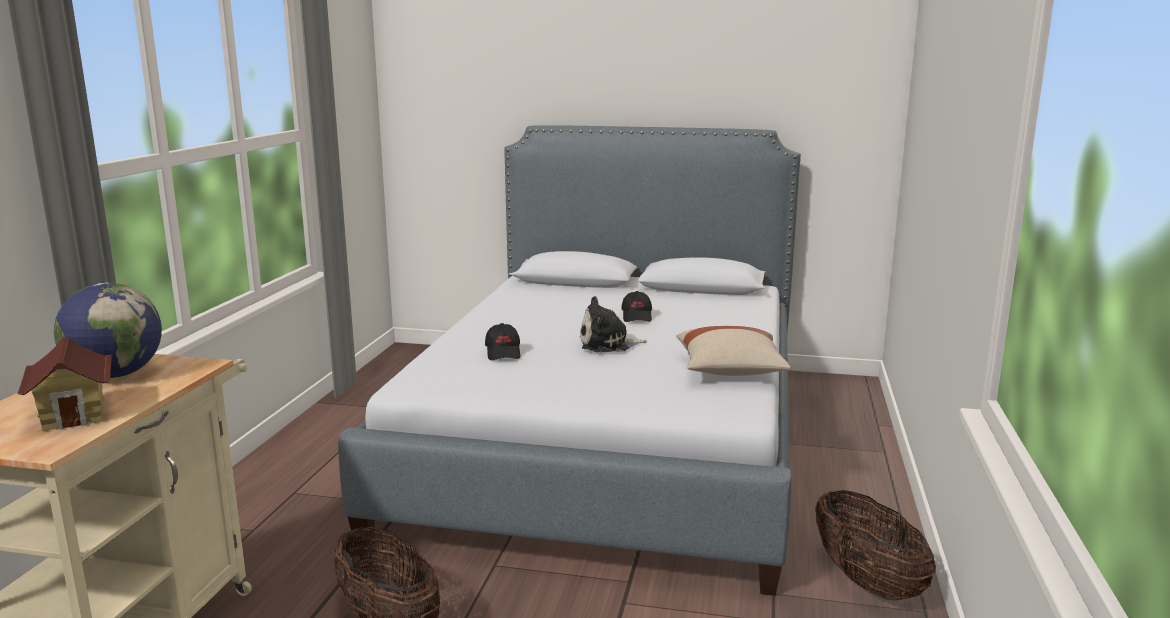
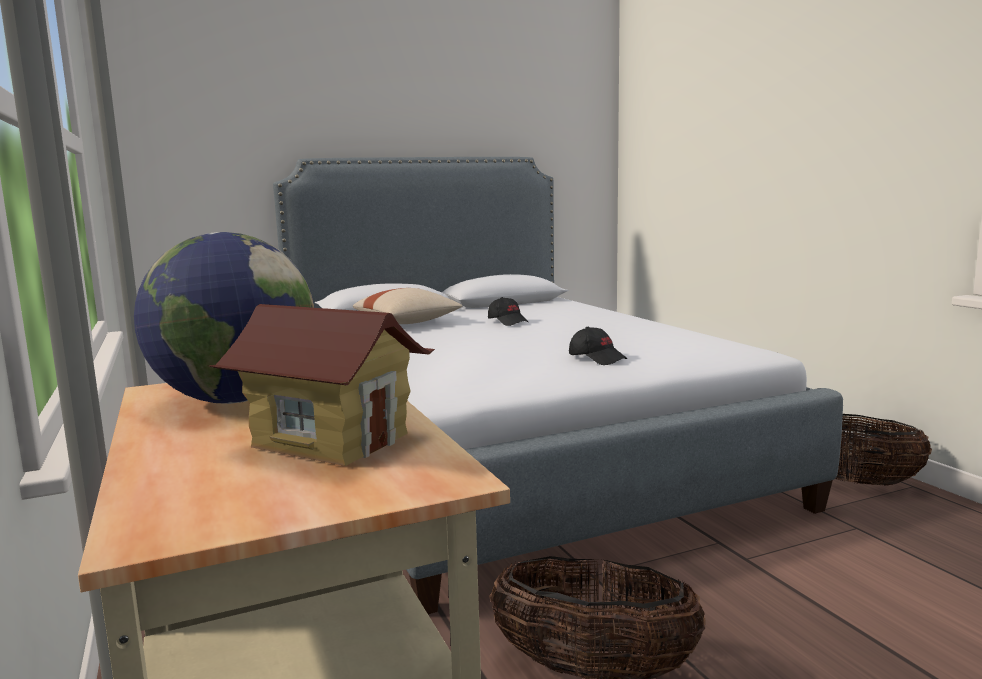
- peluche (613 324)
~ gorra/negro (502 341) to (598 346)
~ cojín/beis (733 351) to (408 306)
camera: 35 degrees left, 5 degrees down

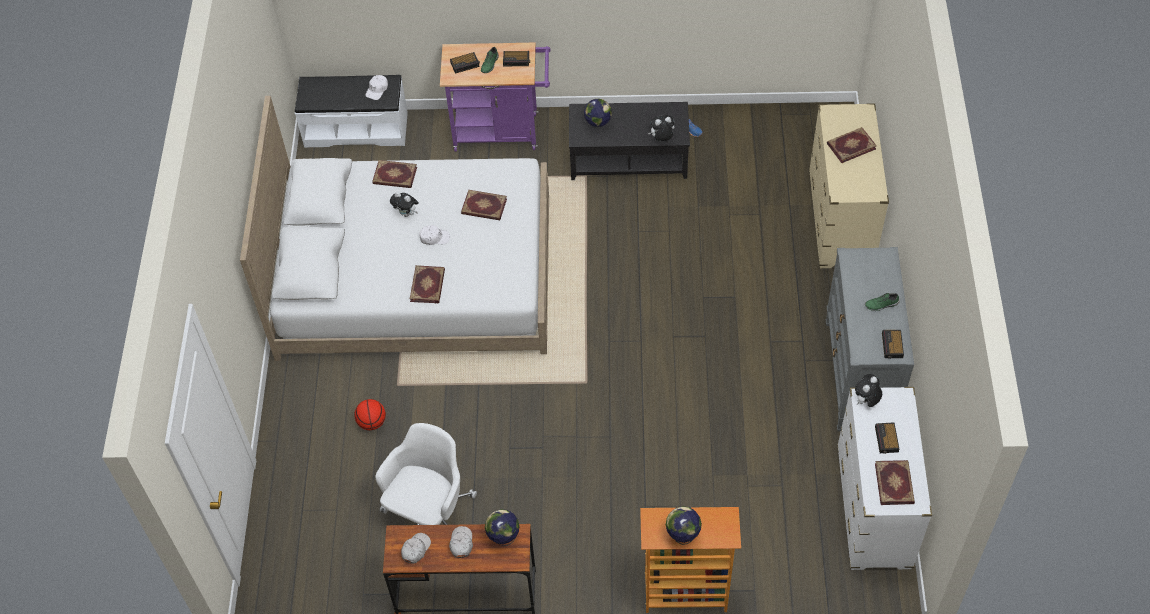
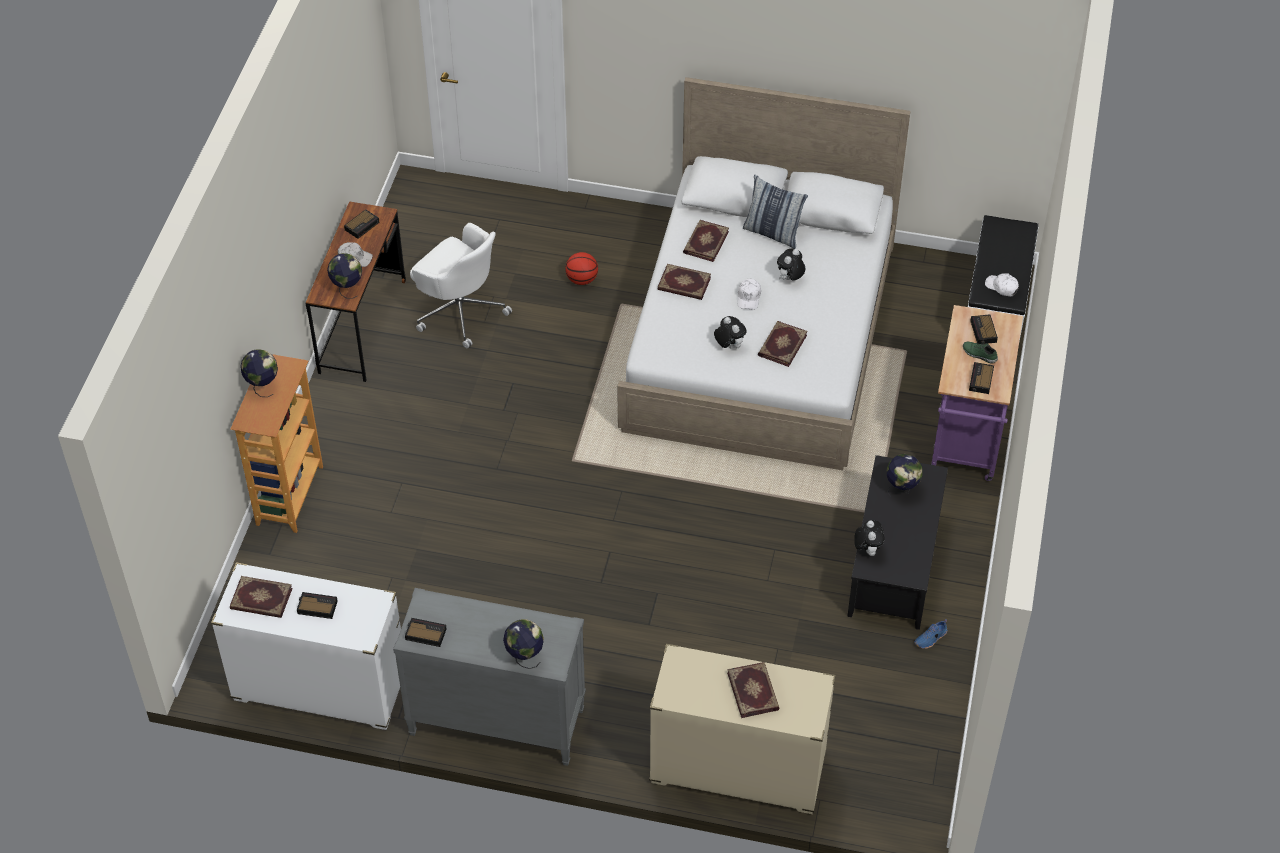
- zapato/verde (882 302)
+ globo terráqueo (523 644)
+ cojín (775 211)
~ libro (394 174) to (706 241)
~ peluche (868 390) to (730 332)
~ gorra/blanco (416 548) to despertador (362 224)
camera: 100 degrees right, 5 degrees down

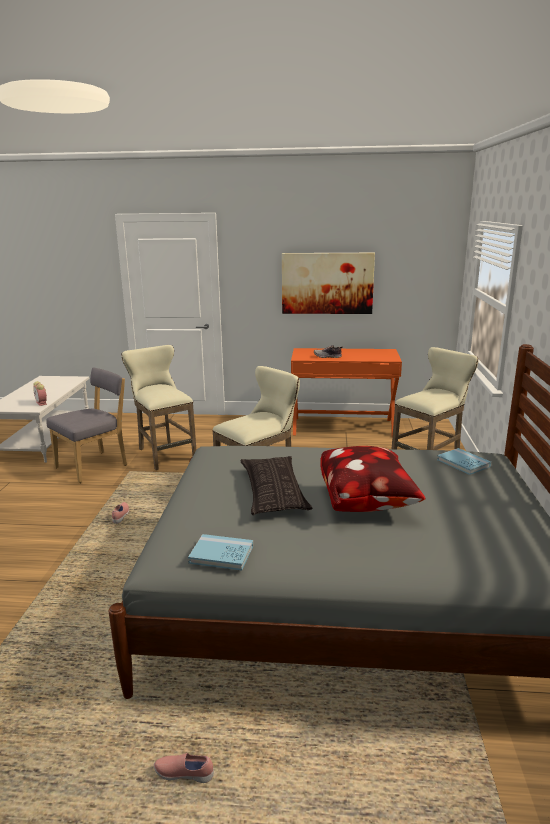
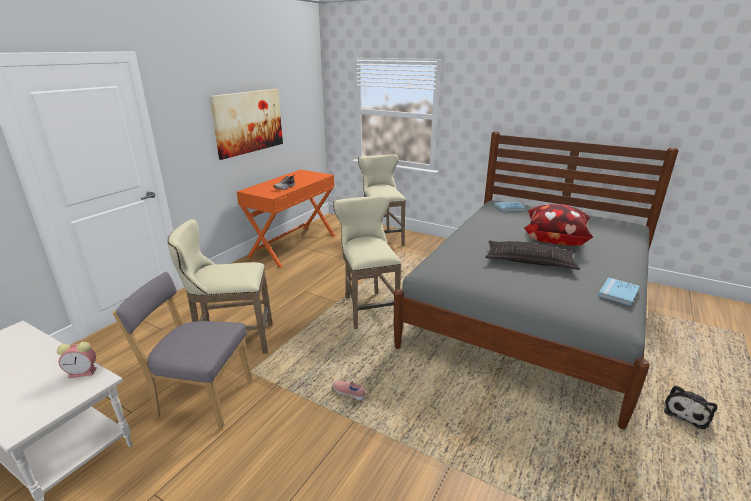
~ zapato/rosa (184 768) to peluche (690 407)
~ silla/gris (86 425) = (182 350) 60 degrees counterclockwise
camera: 65 degrees left, 5 degrees up

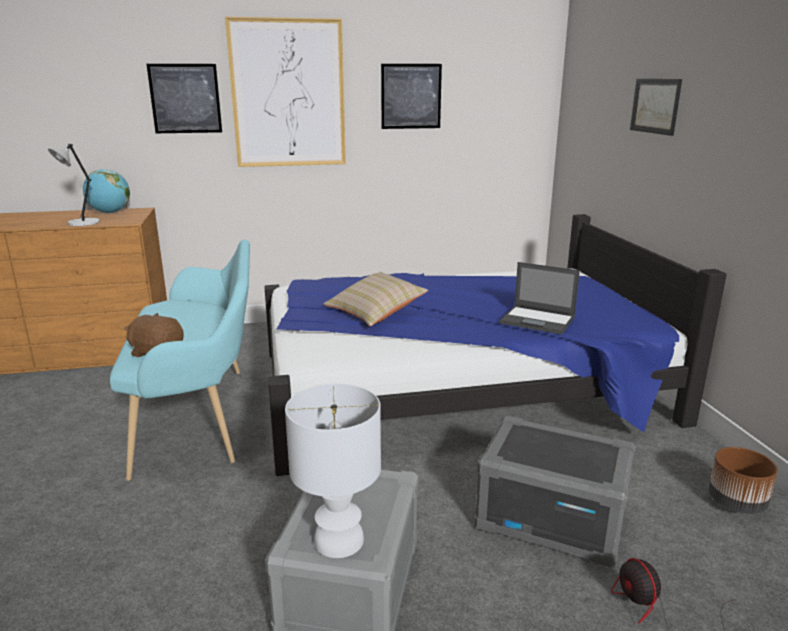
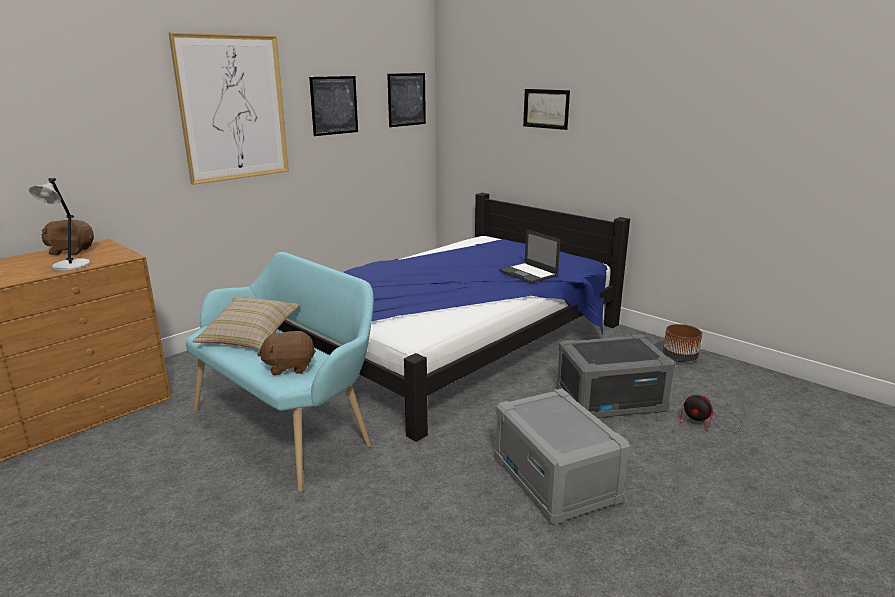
- lámpara de mesa/blanco (333 471)
~ cuadro (184 98) to (406 100)
~ cojín/beis (375 299) to (245 323)
~ globo terráqueo (106 191) to peluche/marrón (67 237)
~ portátil (539 298) = (529 256) 60 degrees clockwise
camera: 35 degrees left, 0 degrees up

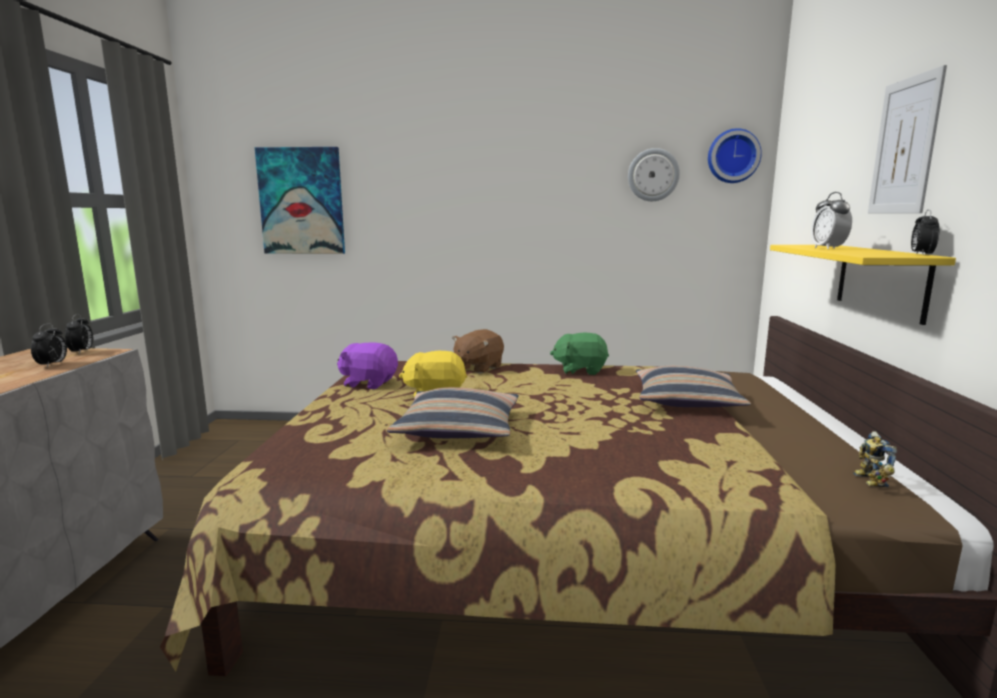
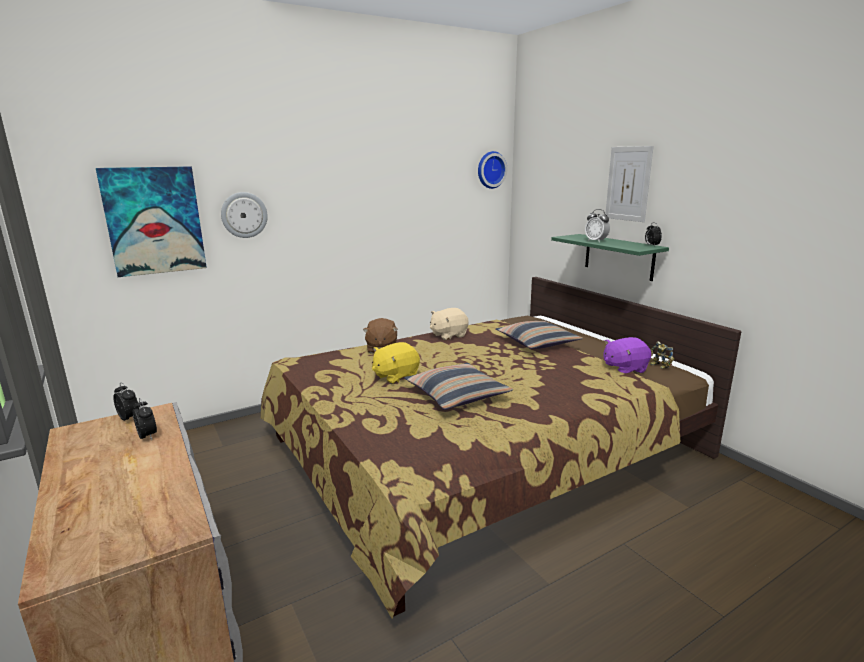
~ peluche/morado (367 365) to (627 355)
~ reloj de pared (654 174) to (244 215)
~ peluche/verde (579 354) to peluche/beis (449 324)
~ estante/amarillo (863 285) to estante/verde (610 257)
camera: 35 degrees left, 5 degrees up

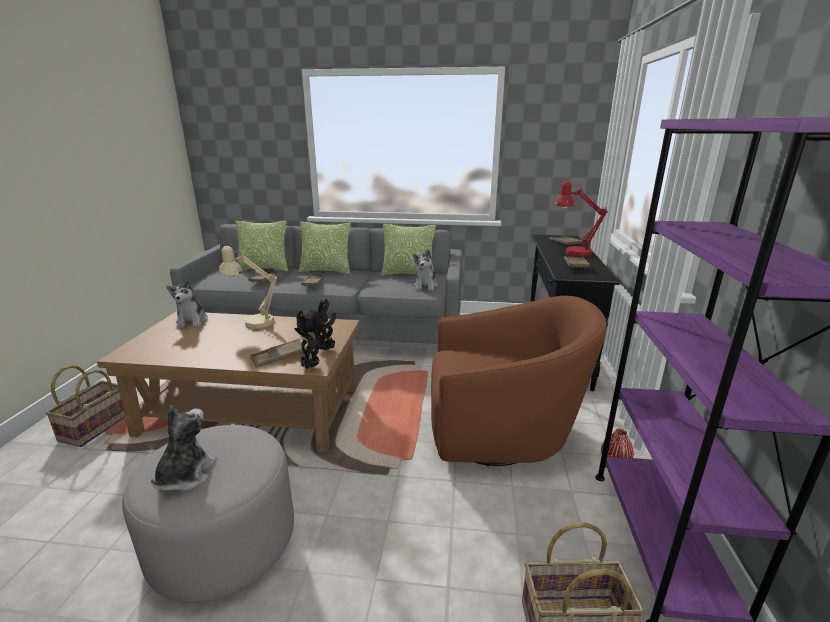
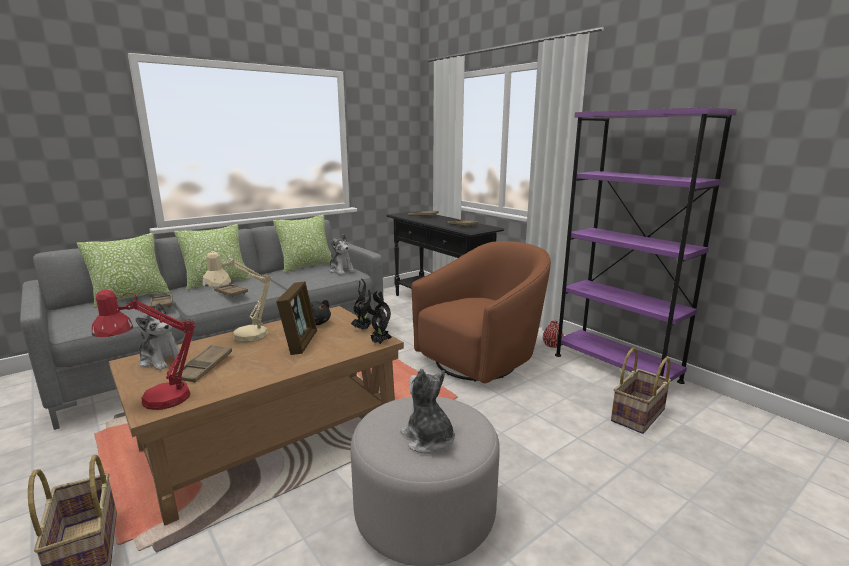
+ portarretratos (296 318)
~ bandeja/marrón (278 353) to (204 363)
~ lámpara de mesa/rojo (581 219) to (144 350)
camera: 45 degrees left, 5 degrees down

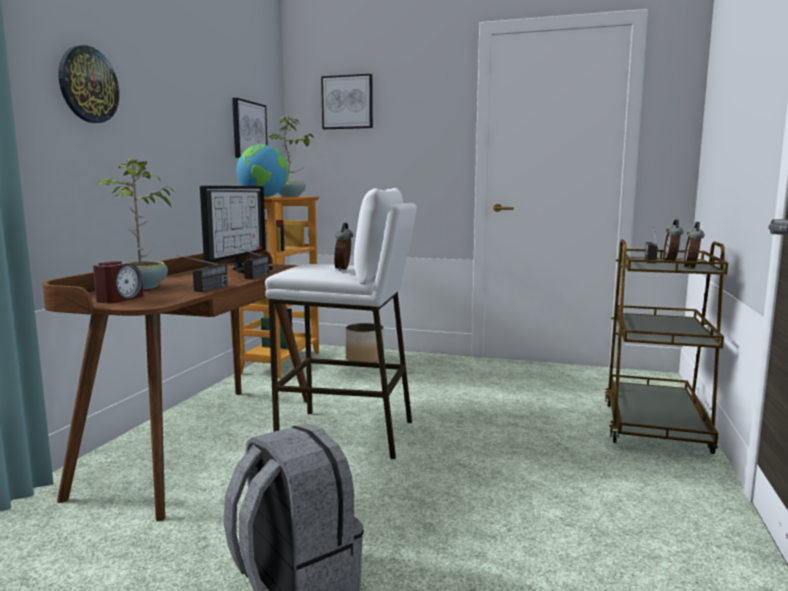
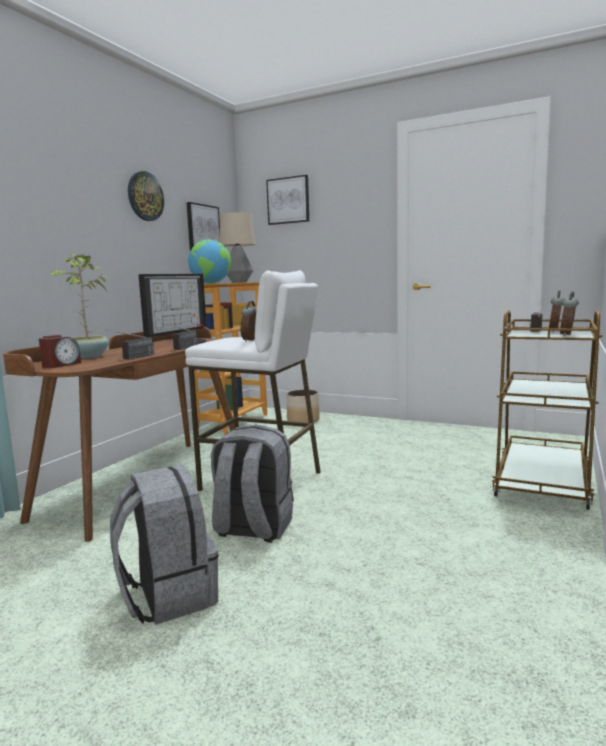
+ mochila/gris (252 484)
~ reloj de pared (89 84) to (146 196)
~ planta en maceta (290 156) to lámpara de mesa (237 247)
camera: 10 degrees right, 0 degrees up

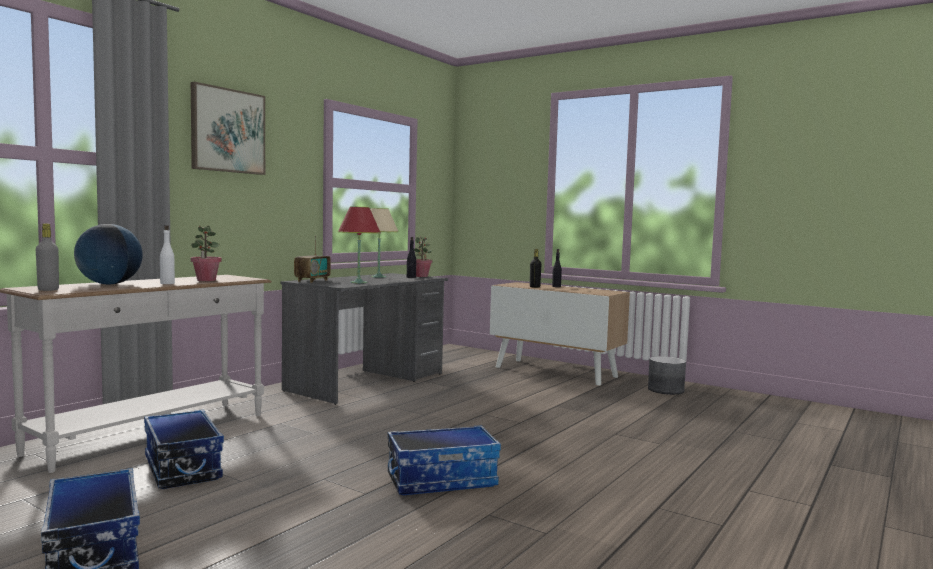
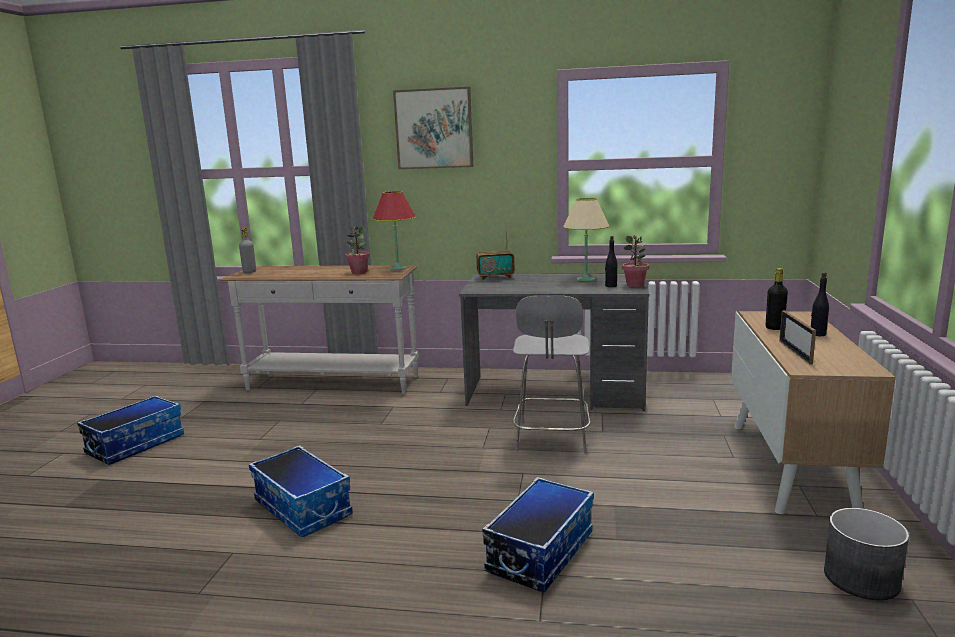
- globo terráqueo (108 254)
- botella/blanco (167 254)
+ taburete/gris (551 375)
+ portarretratos (797 337)
~ caja de almacenaje (184 449) to (538 535)
~ lámpara de mesa/rojo (359 244) to (394 230)
camera: 65 degrees right, 10 degrees up

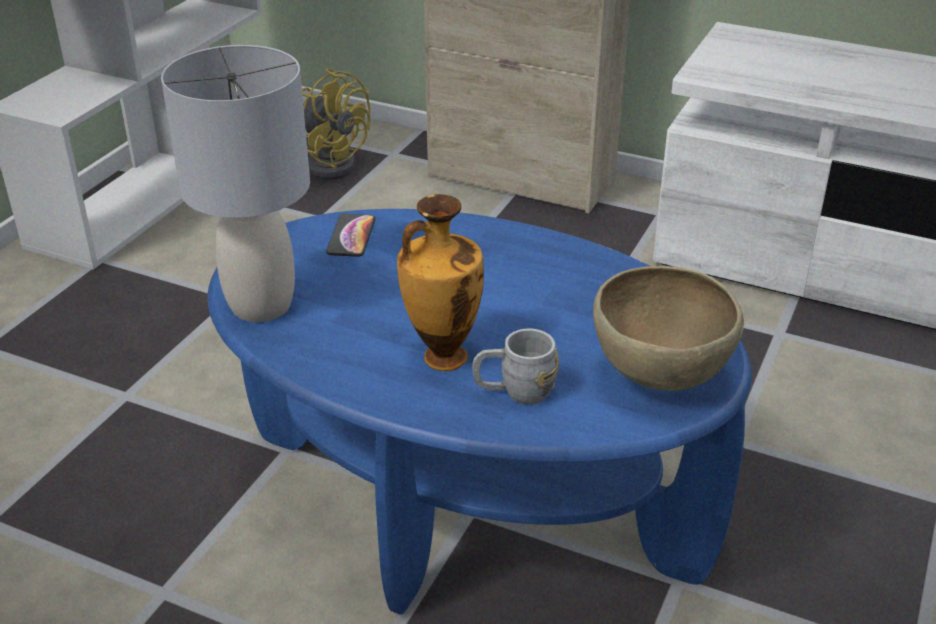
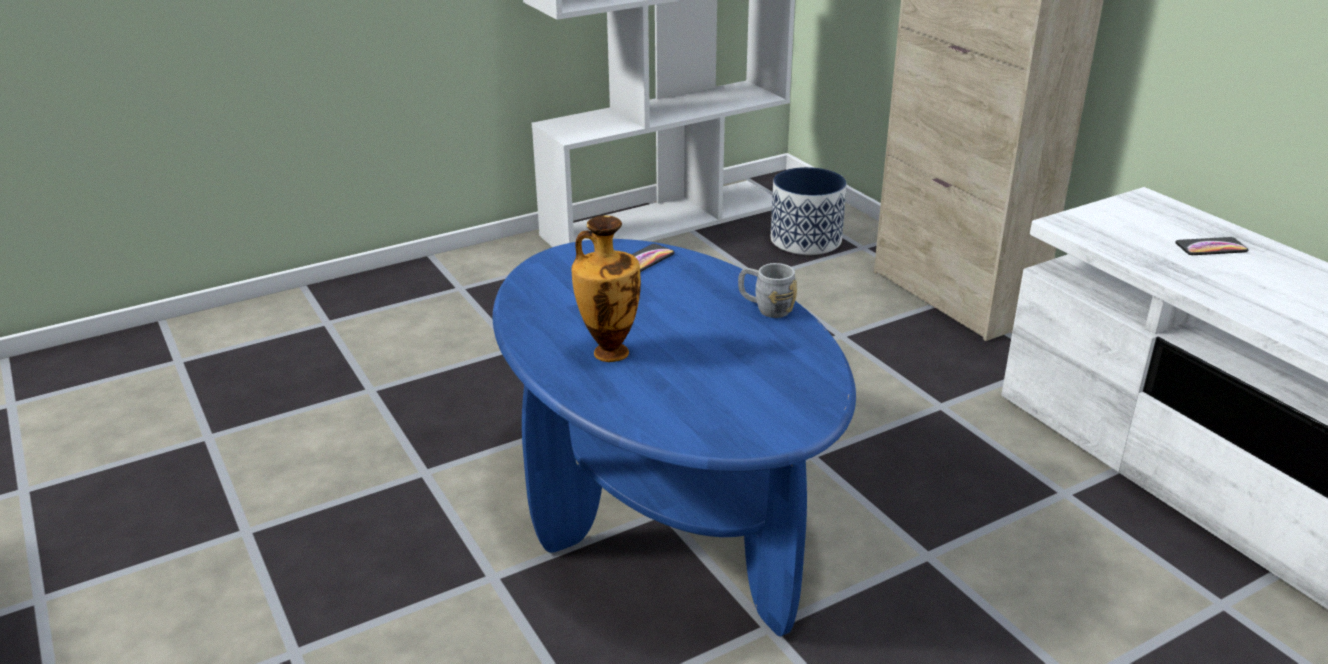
- lámpara de mesa/gris (235 183)
- cuenco/marrón (668 328)
+ móvil (1211 246)
~ taza grande/gris (515 367) to (767 290)
~ ventilador/amarillo (336 124) to maceta (809 211)
camera: 35 degrees right, 5 degrees down

